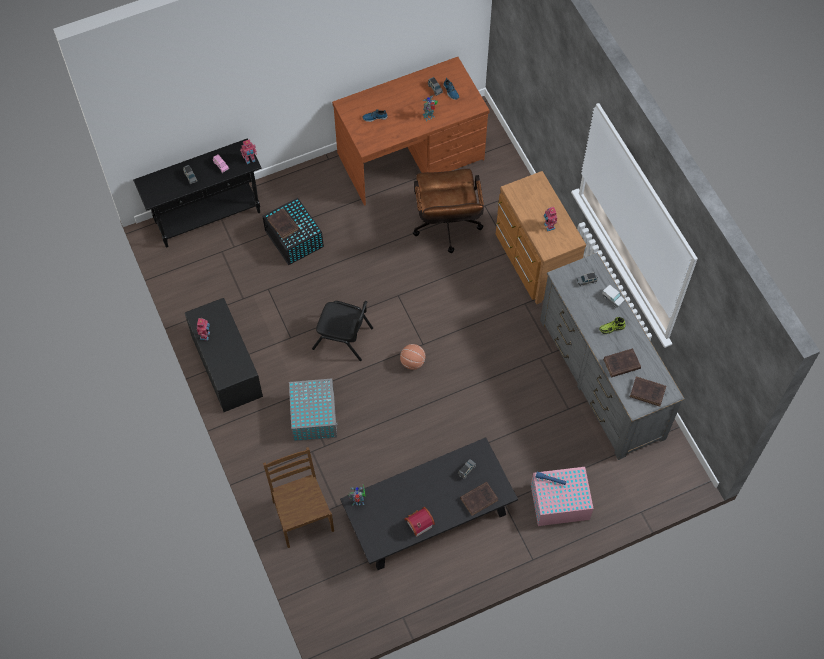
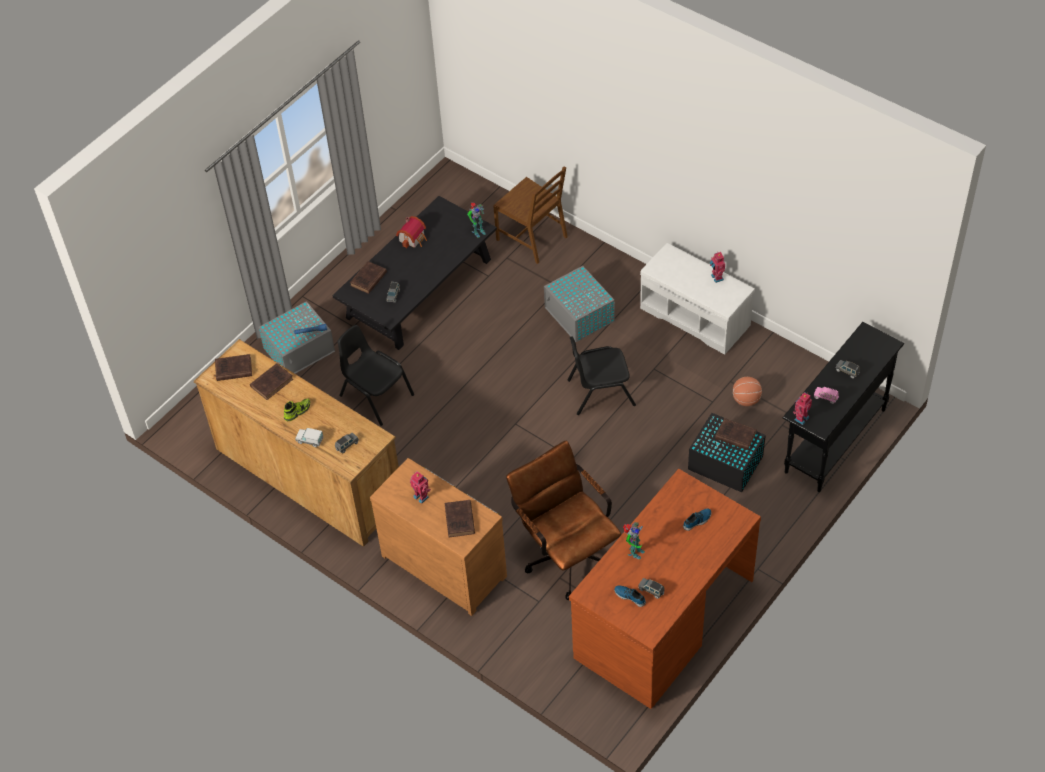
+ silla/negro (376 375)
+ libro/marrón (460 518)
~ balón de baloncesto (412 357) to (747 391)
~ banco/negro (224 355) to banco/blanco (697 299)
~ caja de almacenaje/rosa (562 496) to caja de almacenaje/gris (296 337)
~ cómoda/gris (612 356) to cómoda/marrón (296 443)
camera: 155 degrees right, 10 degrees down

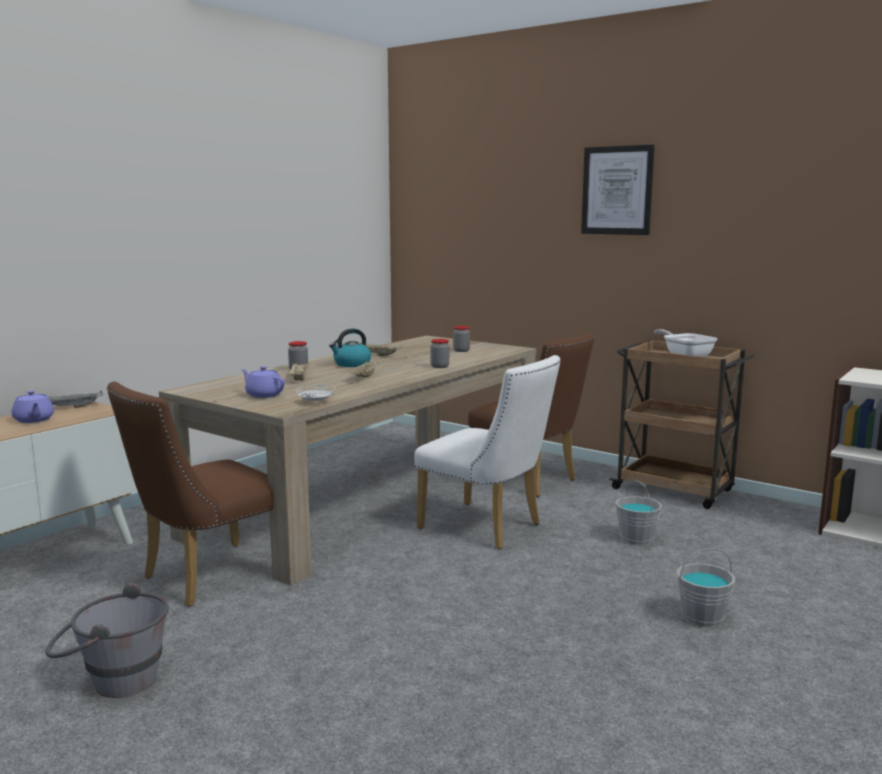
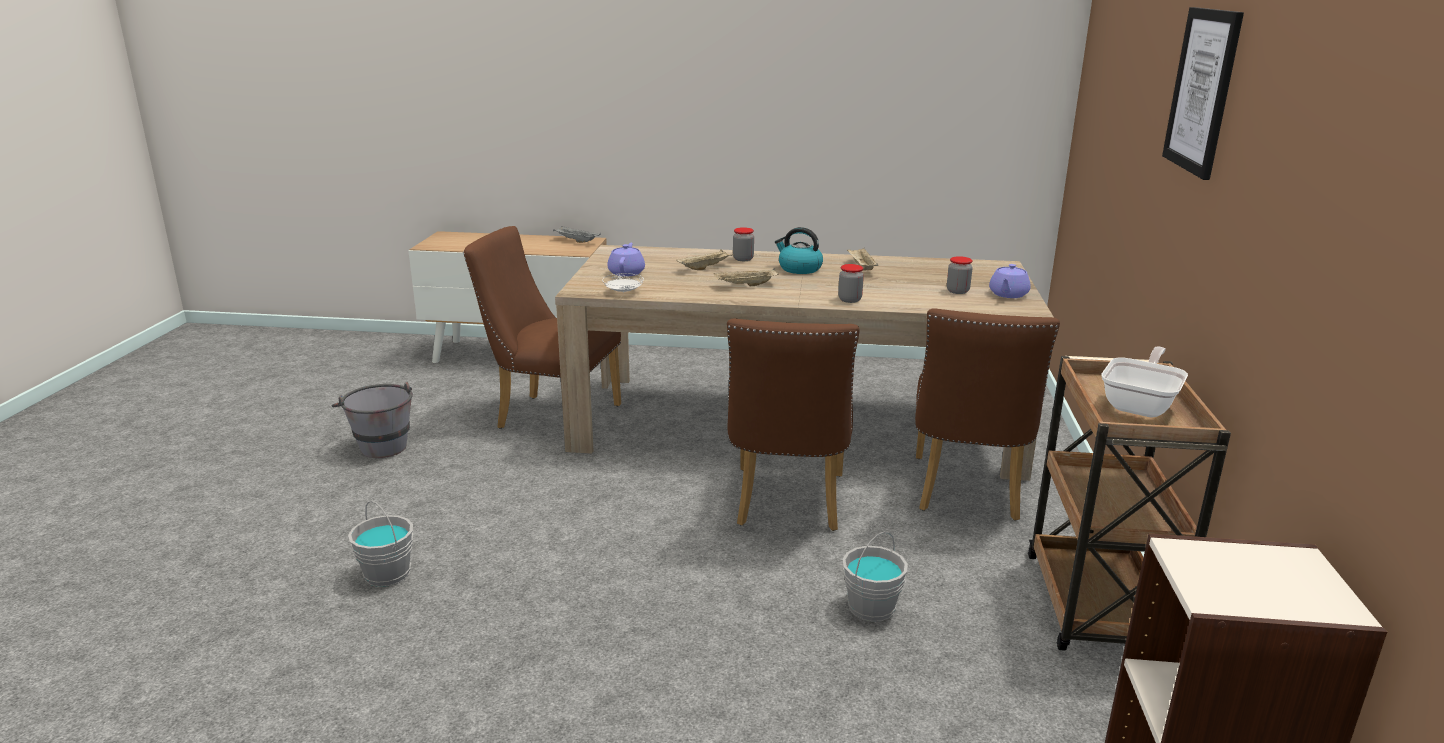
~ tetera/morado (33 407) to (1010 281)
~ cubo/gris (706 587) to (380 544)
~ silla/blanco (487 452) to silla/marrón (793 424)
camera: 60 degrees right, 10 degrees up

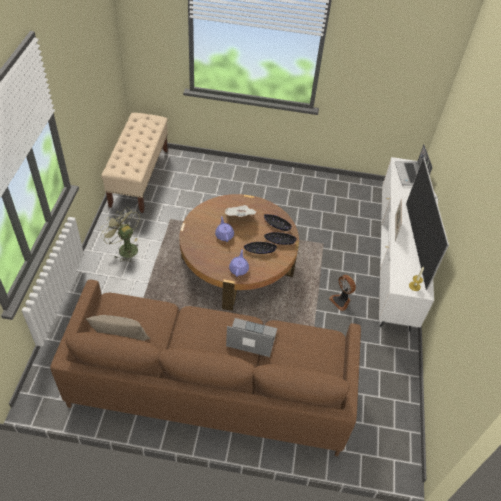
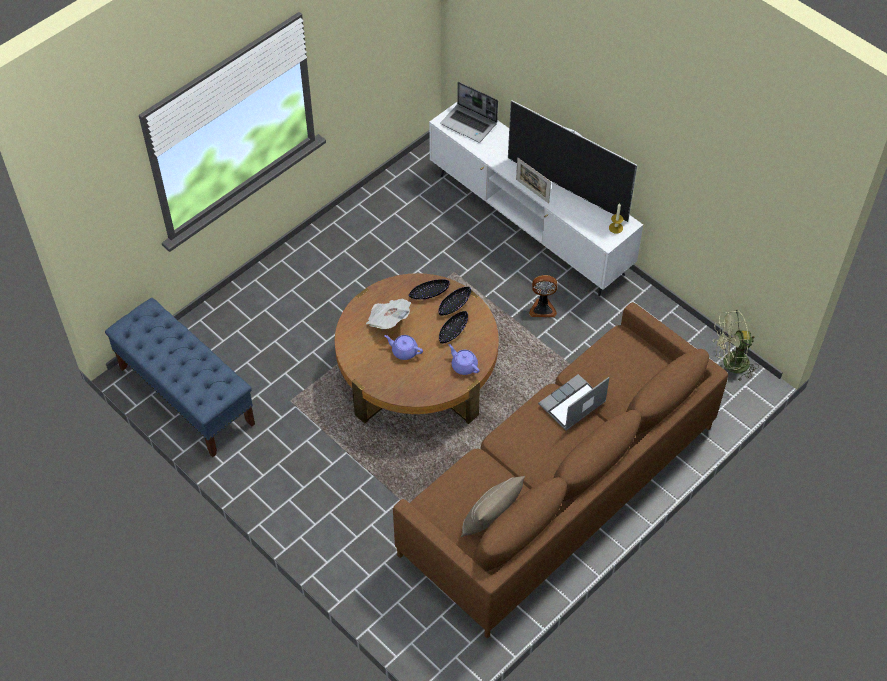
~ ventilador/verde (120 234) to (736 346)
~ banco/beis (134 163) to banco/azul (180 377)
camera: 50 degrees left, 5 degrees up

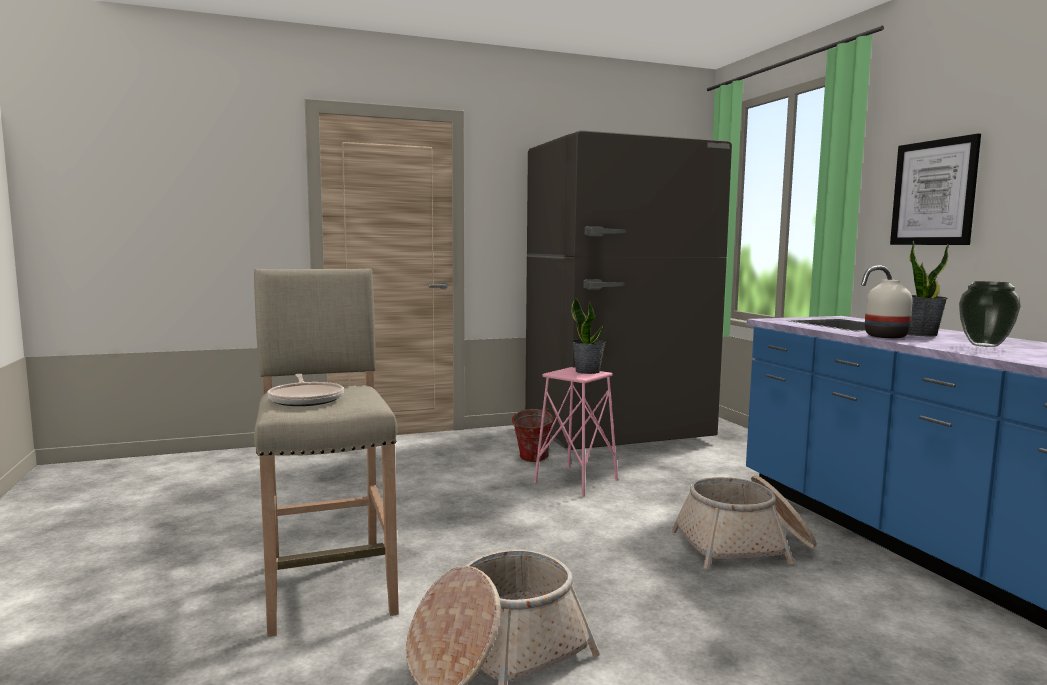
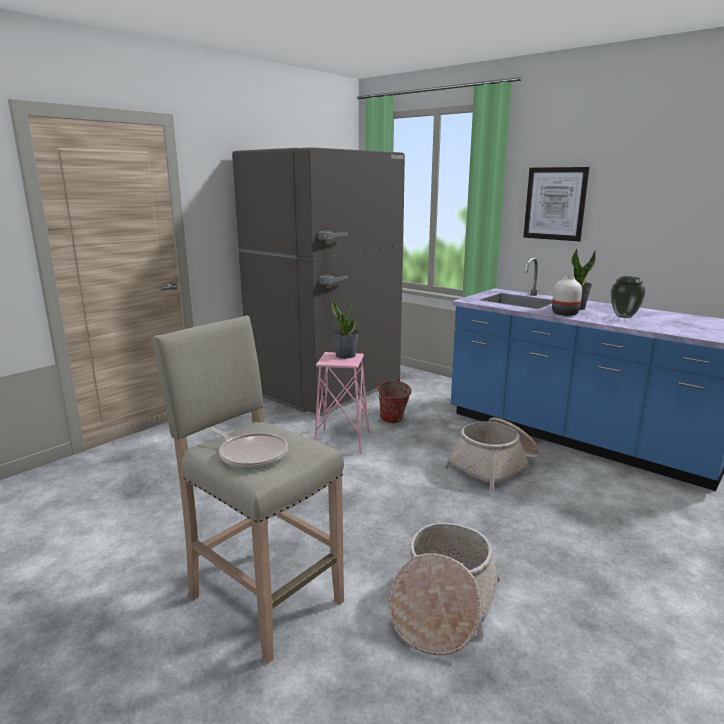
~ cubo (532 435) to (393 400)
camera: 30 degrees left, 10 degrees up

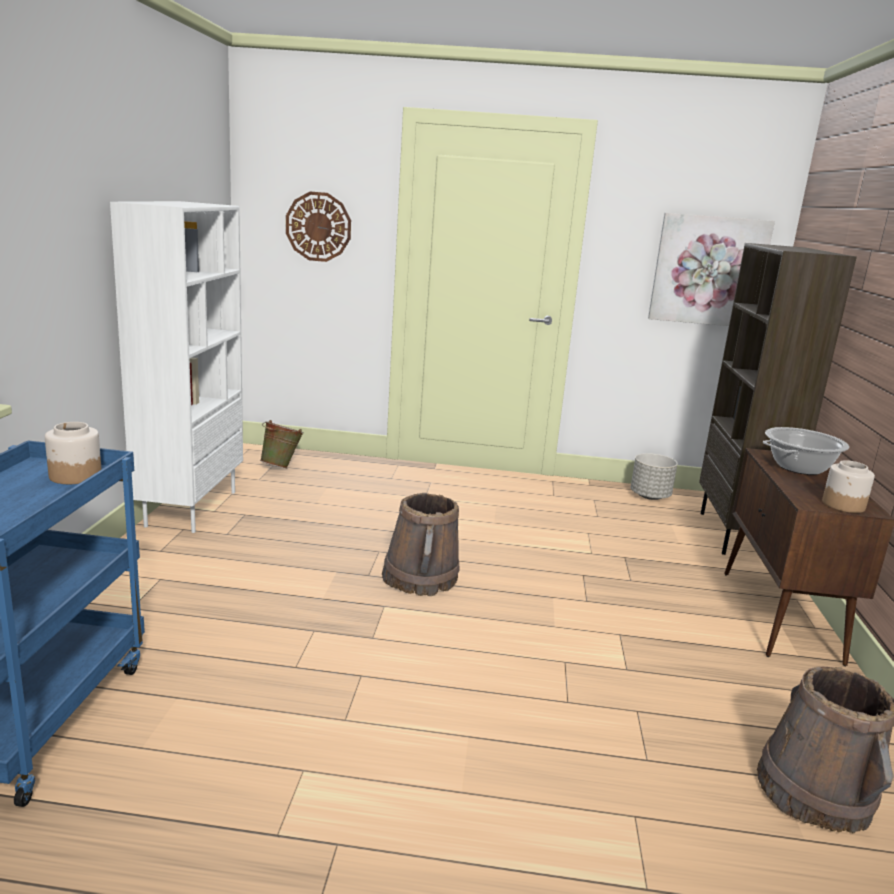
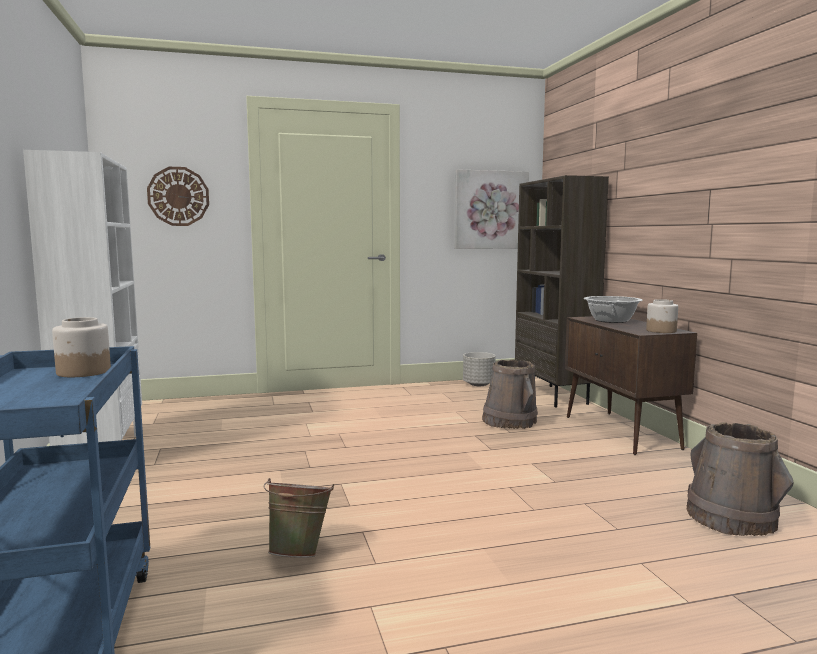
~ cubo/verde (282 444) to (298 518)
~ cubo/marrón (421 544) to (510 394)
camera: 20 degrees left, 10 degrees down

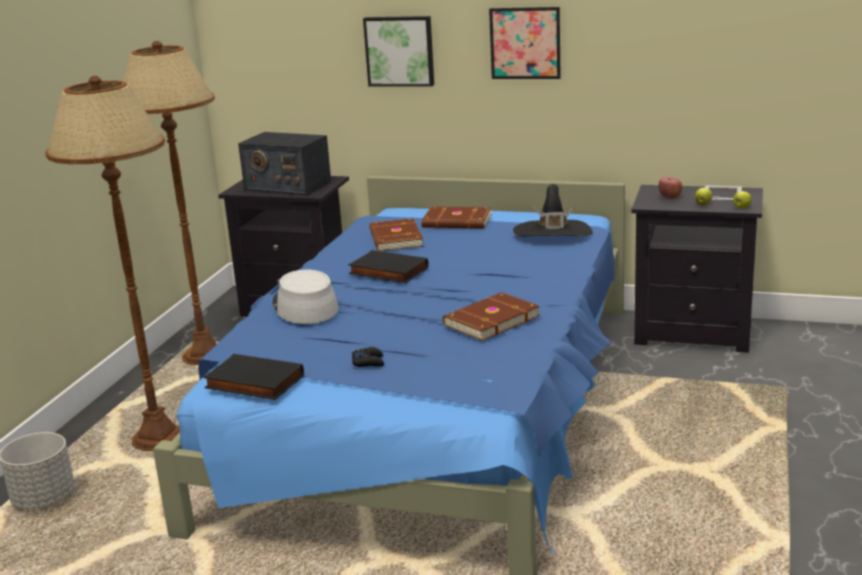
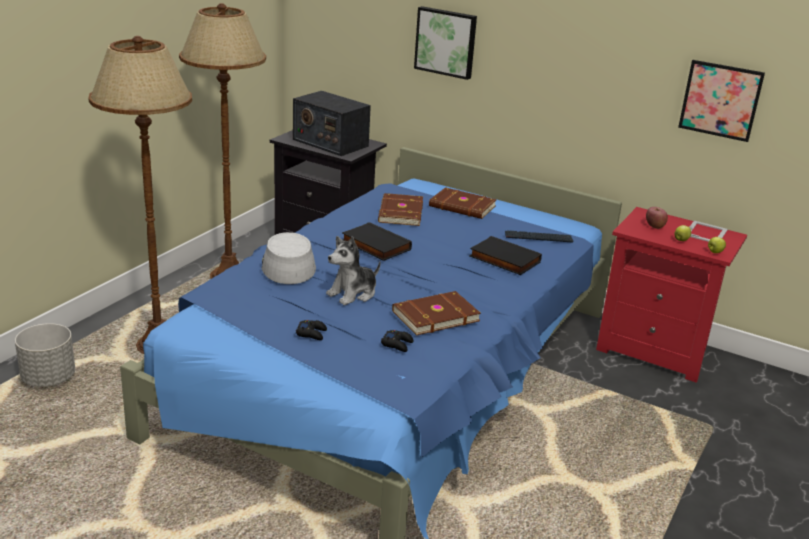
+ peluche (353 270)
+ mando de consola/negro (397 341)
~ libro/negro (253 377) to (505 255)
~ cuadro (525 43) to (721 101)
~ sombrero/negro (553 210) to teclado (539 236)
~ mesita de noche/negro (697 269) to mesita de noche/rojo (671 295)
camera: 10 degrees right, 5 degrees up

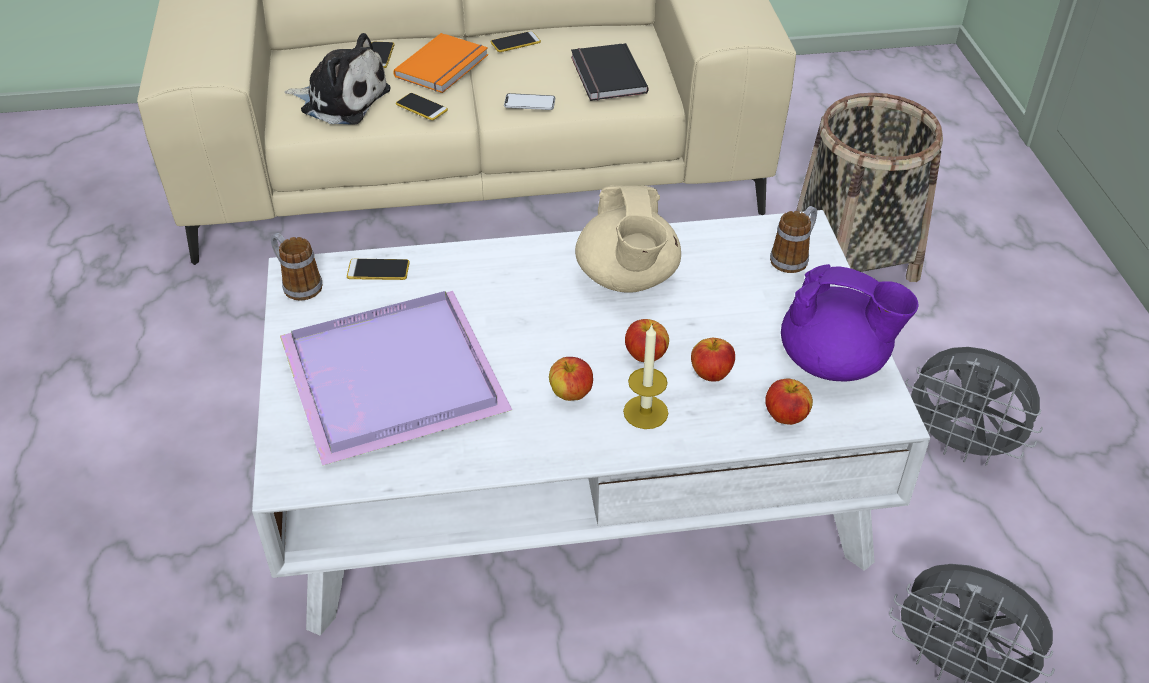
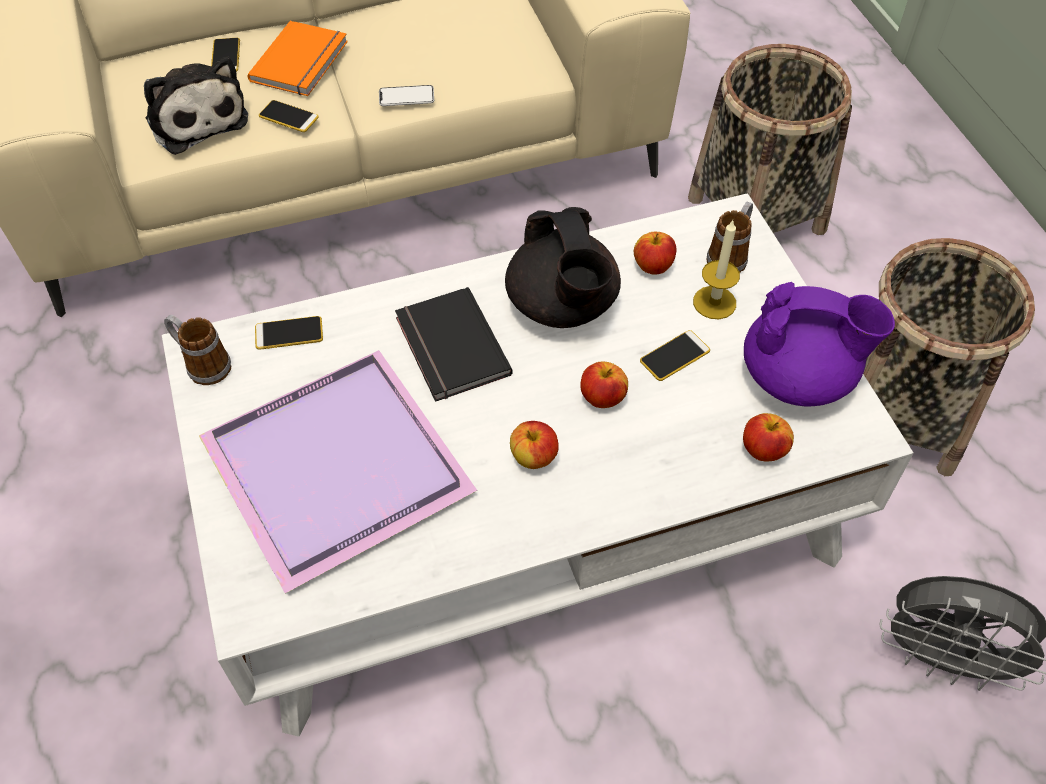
~ móvil (515 41) to (675 355)
~ libro/negro (610 72) to (454 344)
~ vela (645 376) to (716 269)
~ manzana (713 359) to (655 253)
~ ventilador/gris (974 406) to cesta (949 357)
~ tetera/beis (628 239) to tetera/negro (563 267)
~ peluche (337 79) = (196 105) 45 degrees clockwise
camera: 10 degrees left, 10 degrees up

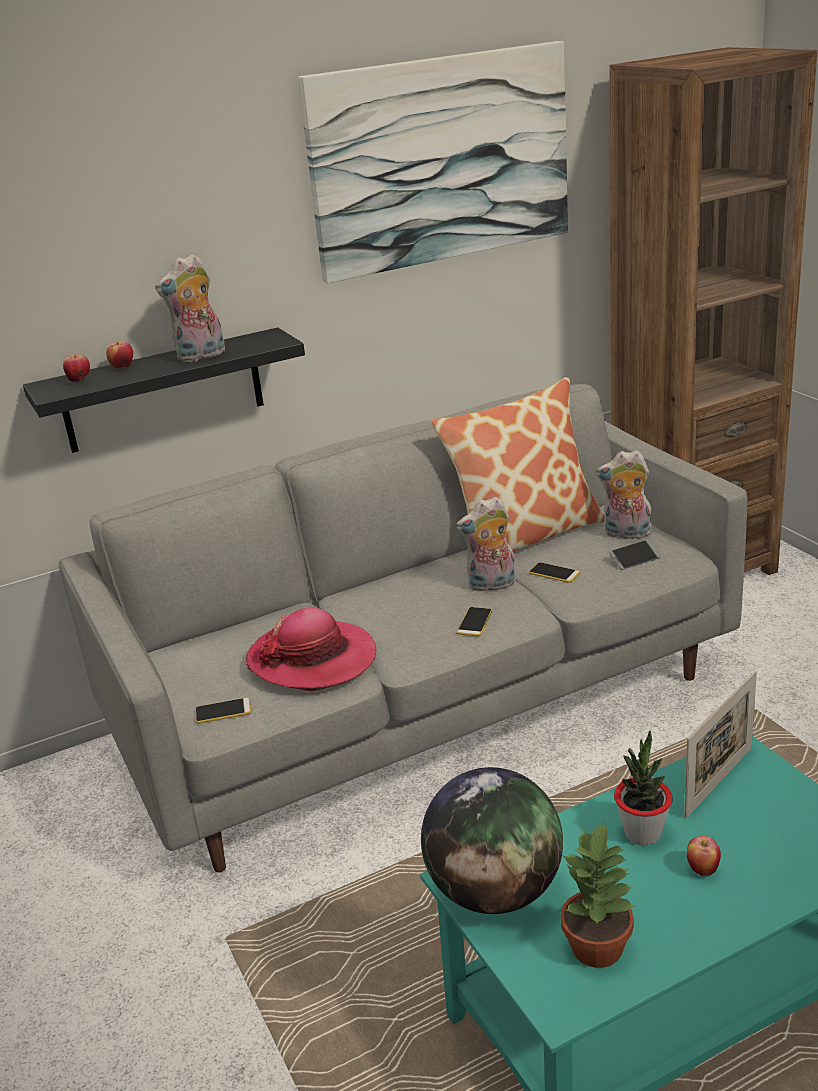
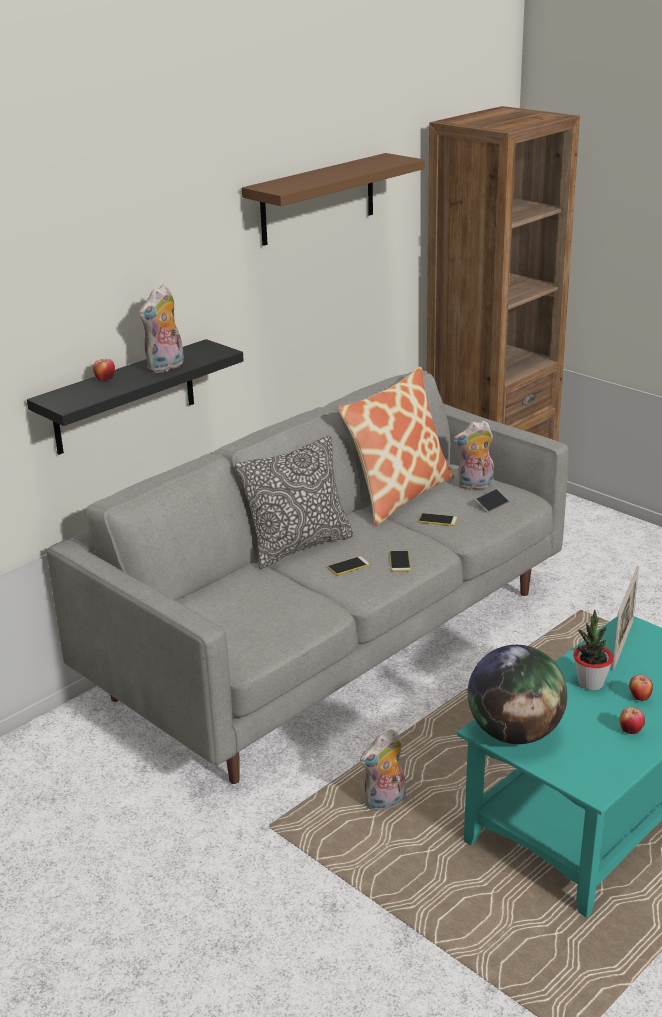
- sombrero (311 650)
- planta en maceta (598 895)
+ cojín (294 502)
~ manzana (76 368) to (632 720)
~ móvil (223 711) to (349 565)
~ peluche (485 544) to (383 769)
~ cuadro (433 162) to estante/marrón (333 199)
camera: 20 degrees left, 0 degrees up

